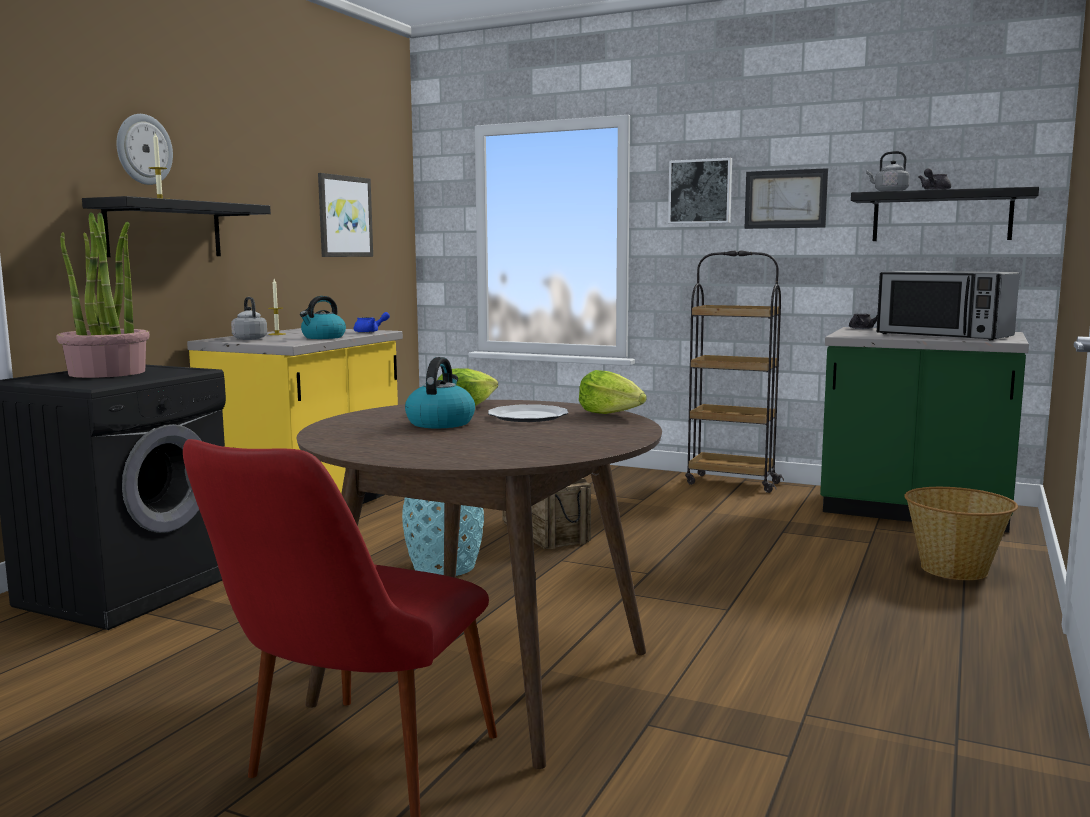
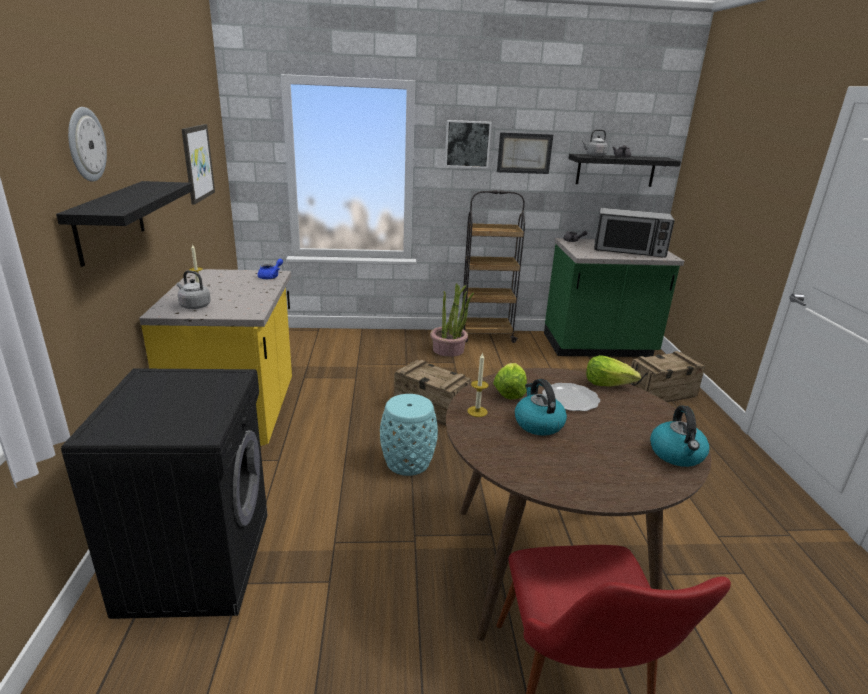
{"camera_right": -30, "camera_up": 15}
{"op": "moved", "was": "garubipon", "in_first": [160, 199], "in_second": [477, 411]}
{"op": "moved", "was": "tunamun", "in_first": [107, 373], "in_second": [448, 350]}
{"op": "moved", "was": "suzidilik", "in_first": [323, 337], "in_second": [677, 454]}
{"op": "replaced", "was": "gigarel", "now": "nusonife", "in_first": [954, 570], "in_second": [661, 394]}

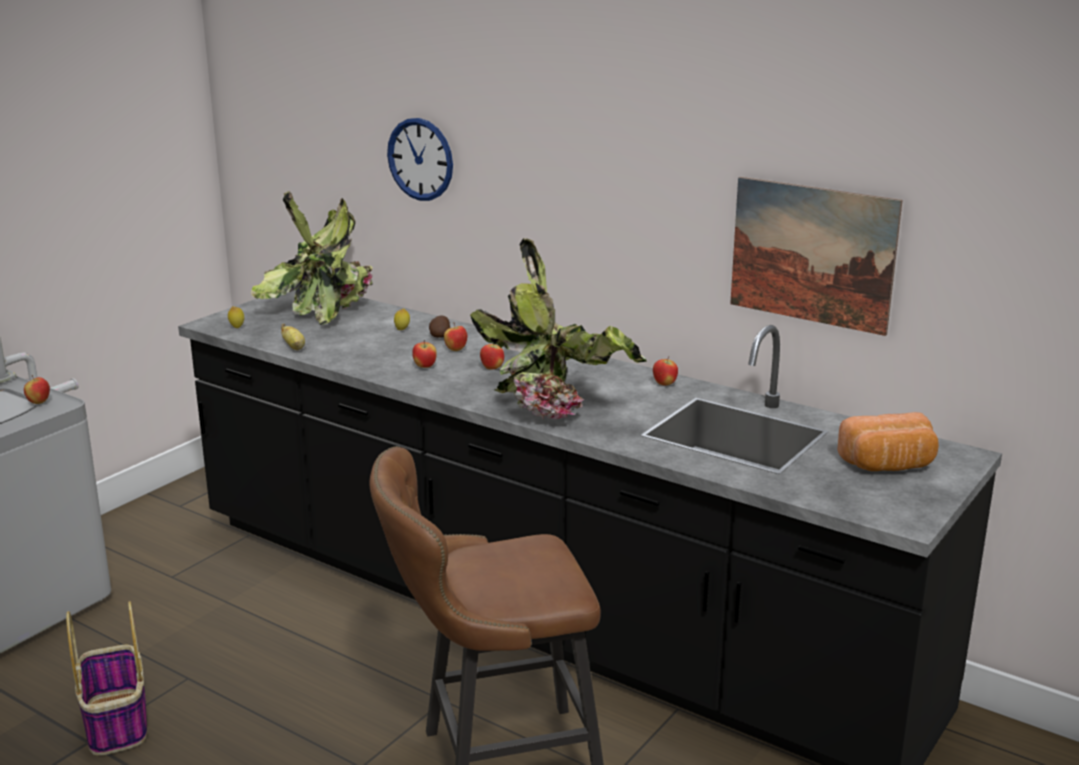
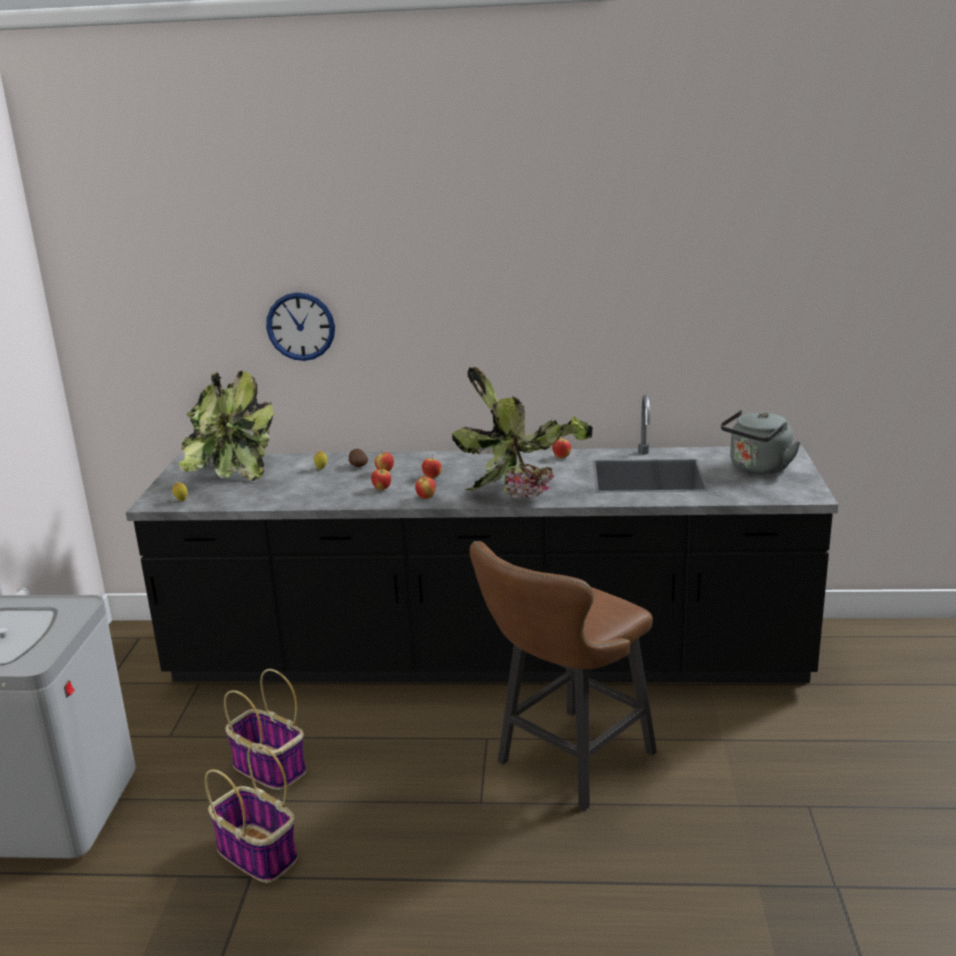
{"camera_right": -30, "camera_up": 0}
{"op": "removed", "was": "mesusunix", "in_first": [812, 254]}
{"op": "removed", "was": "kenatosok", "in_first": [294, 347]}
{"op": "moved", "was": "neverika", "in_first": [39, 402], "in_second": [426, 497]}
{"op": "replaced", "was": "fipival", "now": "grey_suzidilik", "in_first": [888, 465], "in_second": [757, 468]}
{"op": "added", "now": "gigarel", "in_second": [268, 768]}

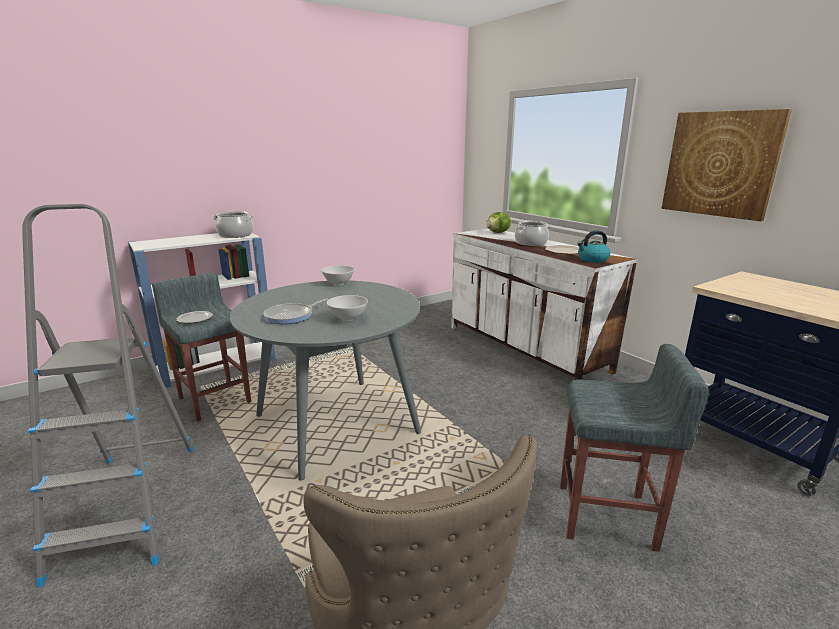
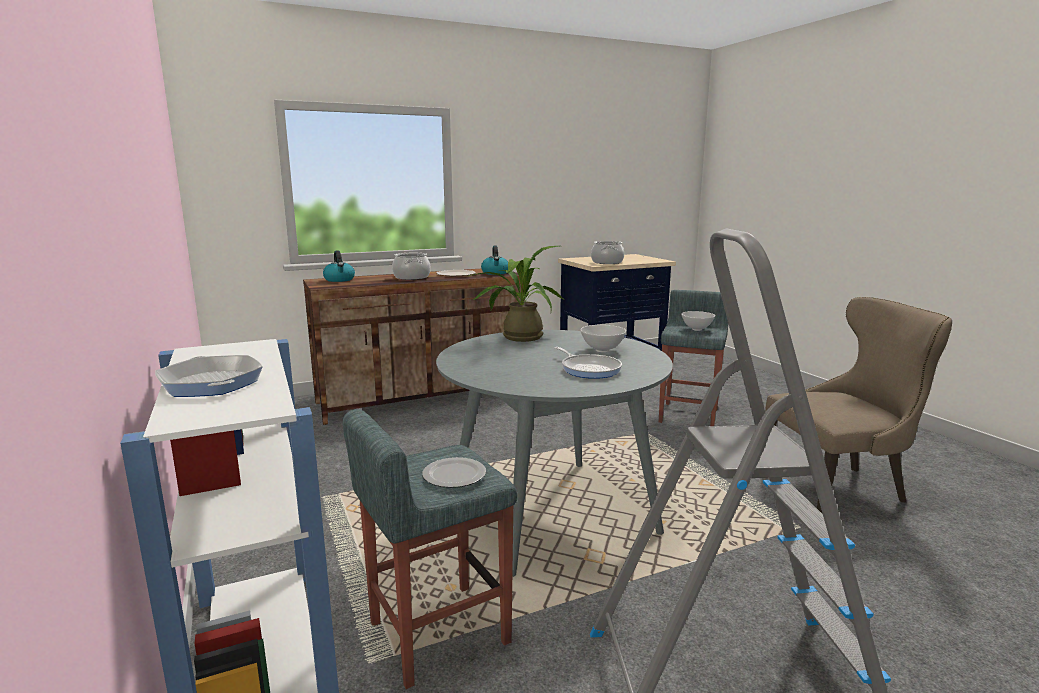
{"camera_right": -80, "camera_up": -5}
{"op": "removed", "was": "mesusunix", "in_first": [720, 164]}
{"op": "moved", "was": "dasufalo", "in_first": [236, 235], "in_second": [607, 262]}
{"op": "replaced", "was": "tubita", "now": "suzidilik", "in_first": [498, 233], "in_second": [339, 280]}
{"op": "recoloured", "was": "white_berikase", "now": "brown_berikase", "in_first": [524, 349], "in_second": [422, 398]}
{"op": "moved", "was": "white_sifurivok", "in_first": [338, 284], "in_second": [697, 329]}
{"op": "added", "now": "tunamun", "in_second": [517, 337]}
{"op": "added", "now": "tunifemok", "in_second": [211, 383]}

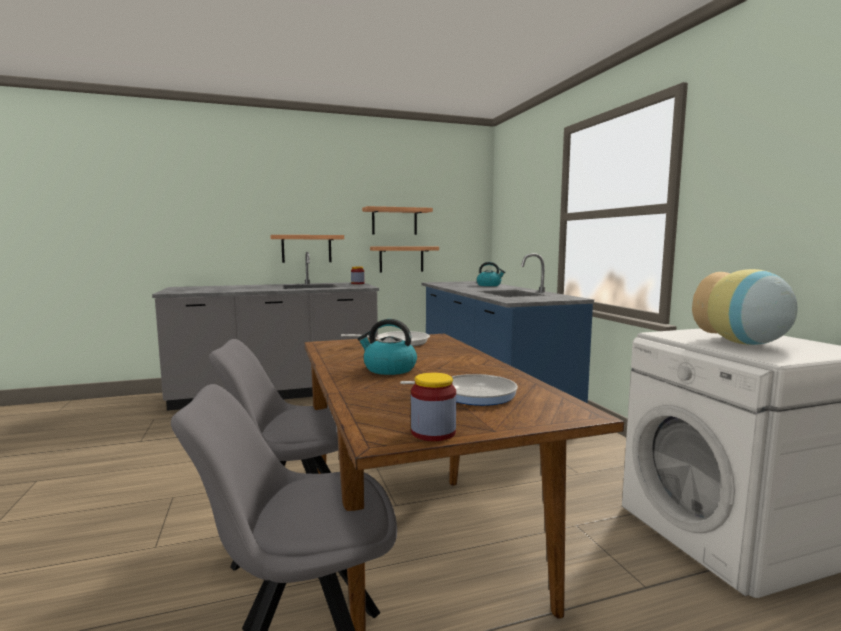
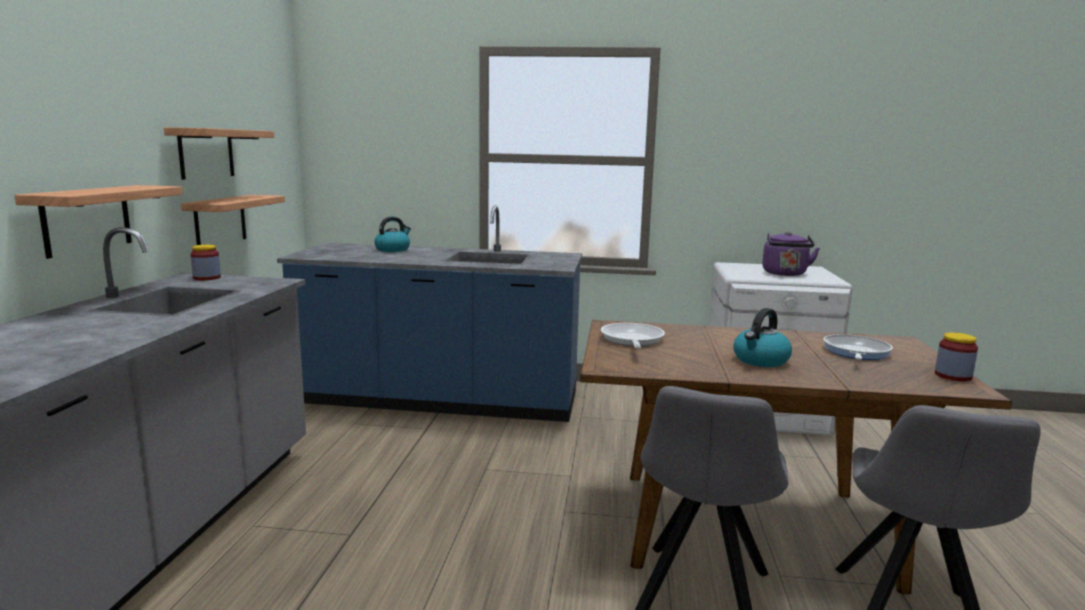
{"camera_right": -65, "camera_up": 5}
{"op": "replaced", "was": "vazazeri", "now": "purple_suzidilik", "in_first": [744, 343], "in_second": [785, 274]}

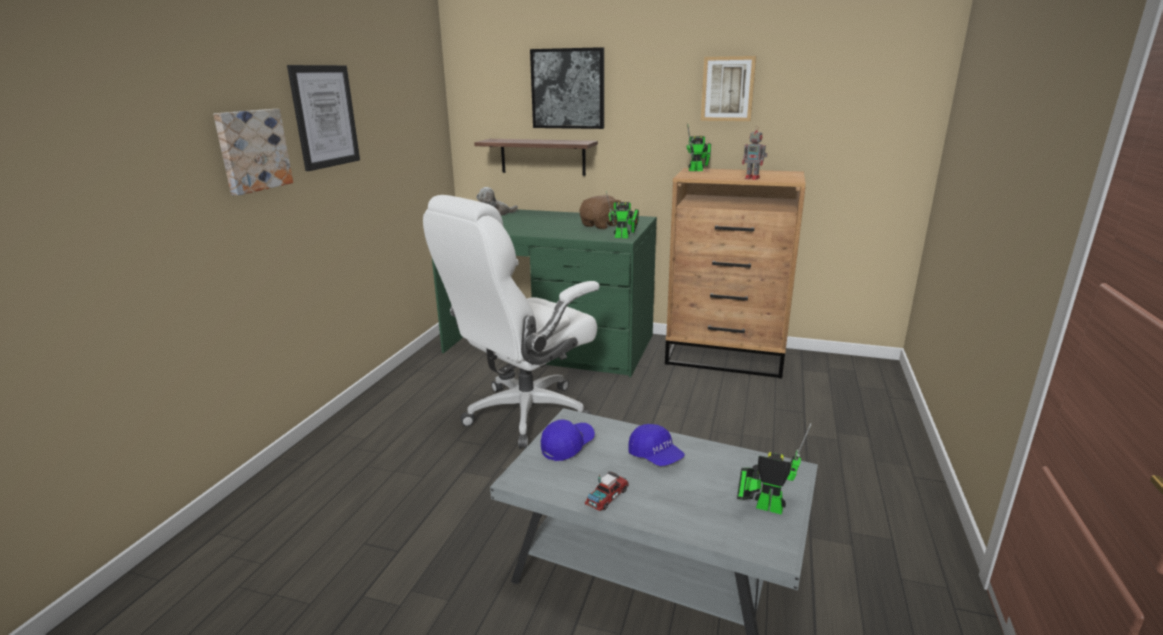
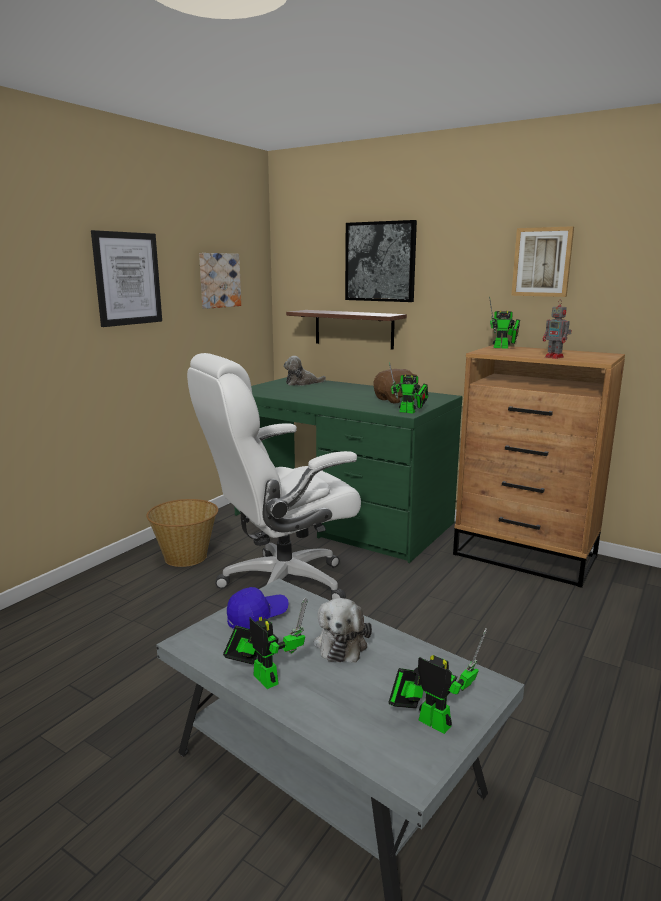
{"camera_right": 15, "camera_up": -5}
{"op": "moved", "was": "mesusunix", "in_first": [252, 150], "in_second": [218, 280]}
{"op": "replaced", "was": "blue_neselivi", "now": "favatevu", "in_first": [655, 456], "in_second": [341, 643]}
{"op": "replaced", "was": "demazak", "now": "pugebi", "in_first": [607, 497], "in_second": [263, 677]}
{"op": "added", "now": "gigarel", "in_second": [186, 556]}

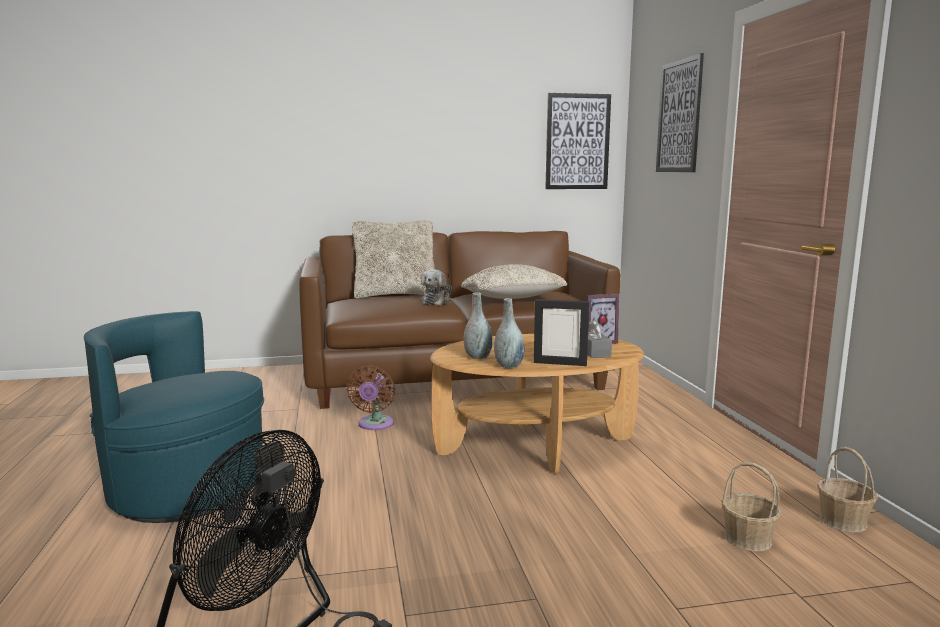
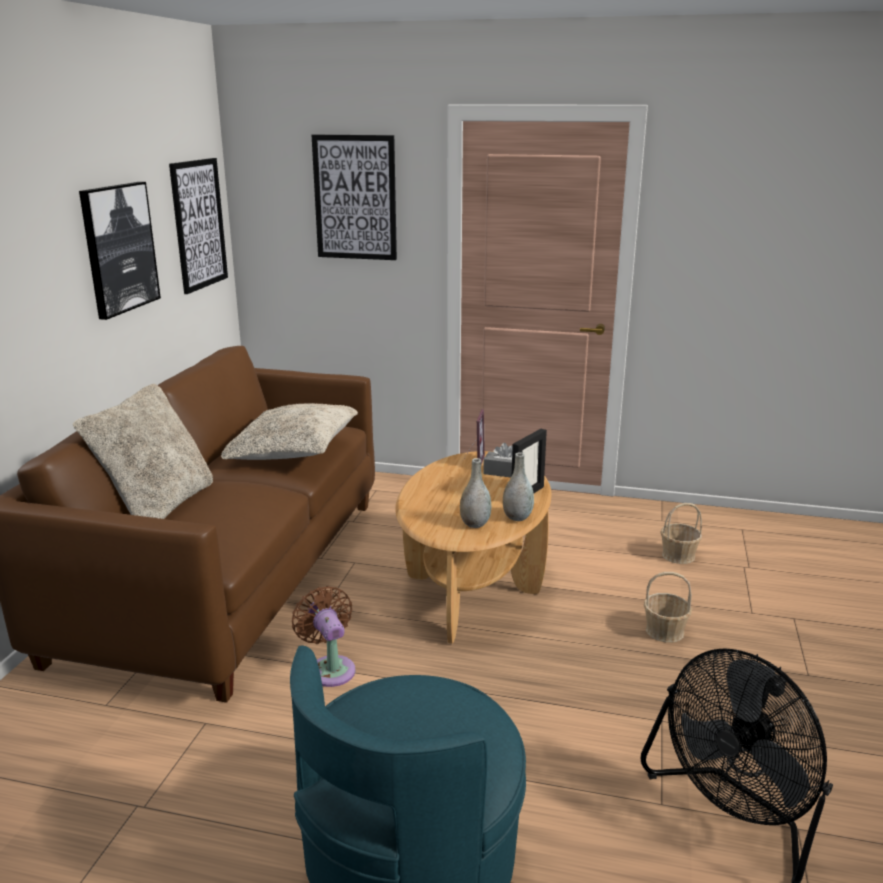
{"camera_right": -65, "camera_up": 10}
{"op": "removed", "was": "favatevu", "in_first": [436, 301]}
{"op": "turned", "was": "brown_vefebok", "in_first": [374, 425], "in_second": [330, 668], "clockwise": -150}
{"op": "moved", "was": "gigarel", "in_first": [843, 521], "in_second": [665, 631]}
{"op": "added", "now": "mesusunix", "in_second": [119, 248]}

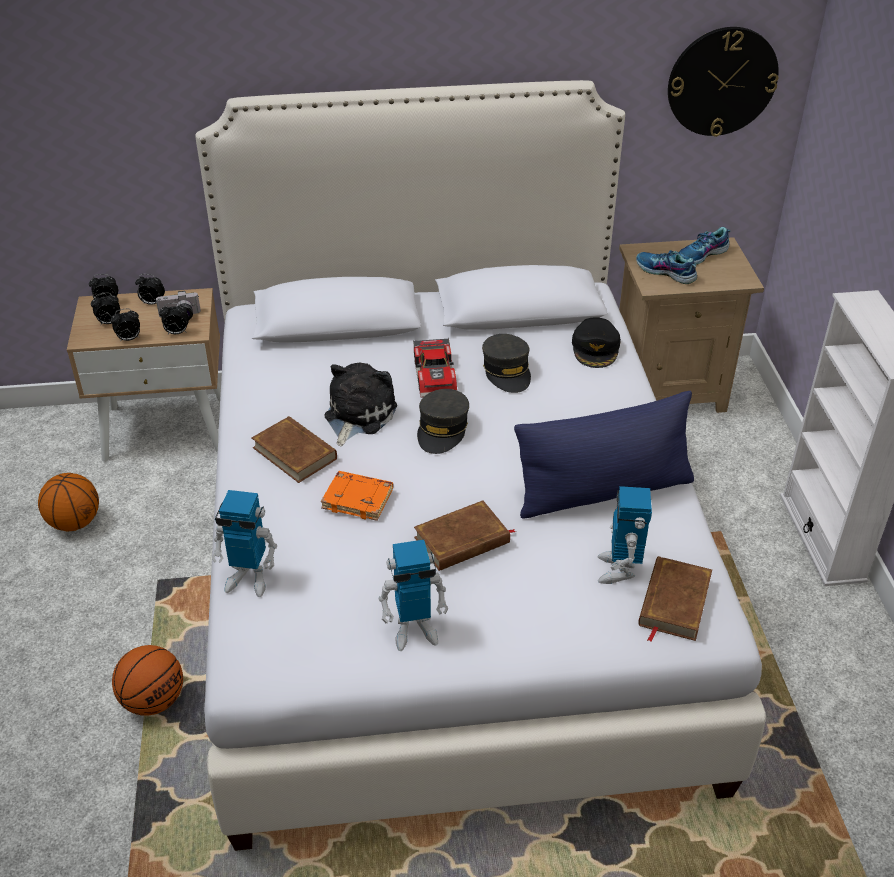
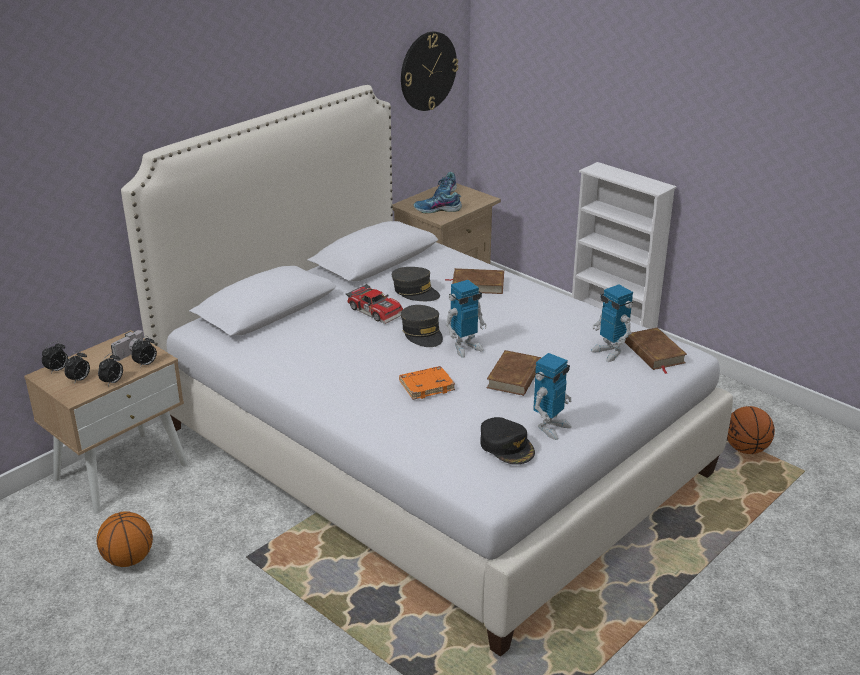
{"camera_right": -40, "camera_up": -10}
{"op": "removed", "was": "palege", "in_first": [152, 303]}
{"op": "moved", "was": "black_neselivi", "in_first": [596, 348], "in_second": [507, 446]}
{"op": "removed", "was": "favatevu", "in_first": [357, 415]}
{"op": "removed", "was": "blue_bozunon", "in_first": [603, 491]}
{"op": "moved", "was": "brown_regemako", "in_first": [295, 453], "in_second": [477, 284]}
{"op": "moved", "was": "pugebi", "in_first": [249, 579], "in_second": [465, 348]}
{"op": "moved", "was": "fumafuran", "in_first": [153, 700], "in_second": [745, 449]}

